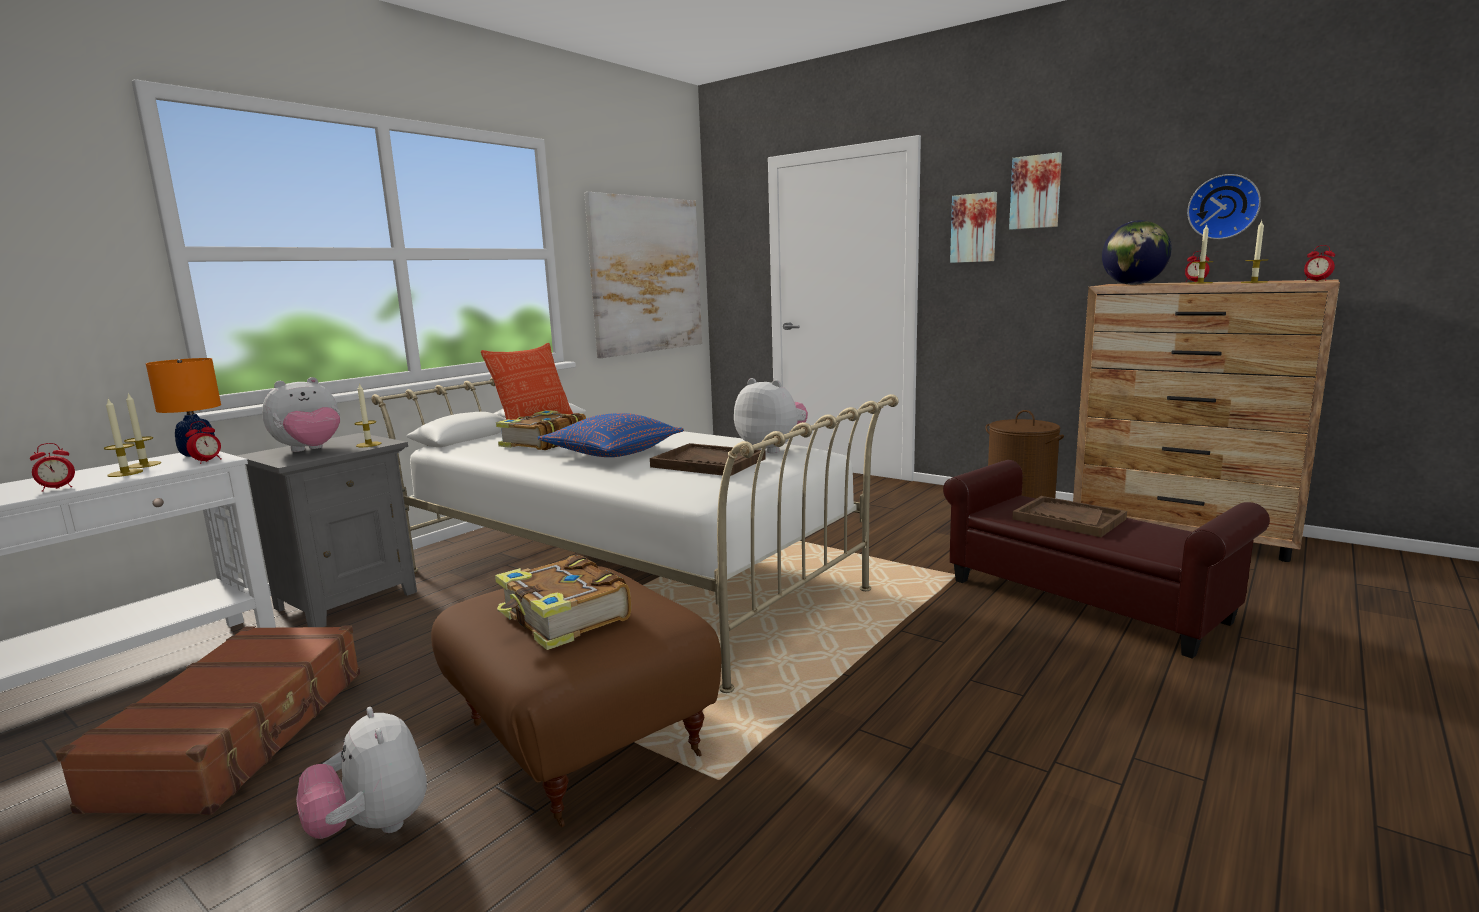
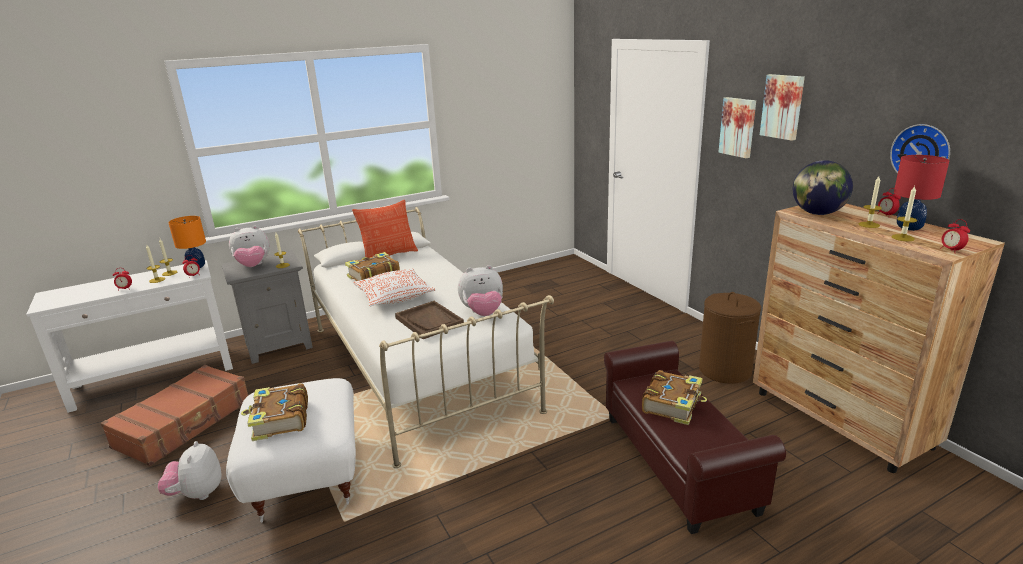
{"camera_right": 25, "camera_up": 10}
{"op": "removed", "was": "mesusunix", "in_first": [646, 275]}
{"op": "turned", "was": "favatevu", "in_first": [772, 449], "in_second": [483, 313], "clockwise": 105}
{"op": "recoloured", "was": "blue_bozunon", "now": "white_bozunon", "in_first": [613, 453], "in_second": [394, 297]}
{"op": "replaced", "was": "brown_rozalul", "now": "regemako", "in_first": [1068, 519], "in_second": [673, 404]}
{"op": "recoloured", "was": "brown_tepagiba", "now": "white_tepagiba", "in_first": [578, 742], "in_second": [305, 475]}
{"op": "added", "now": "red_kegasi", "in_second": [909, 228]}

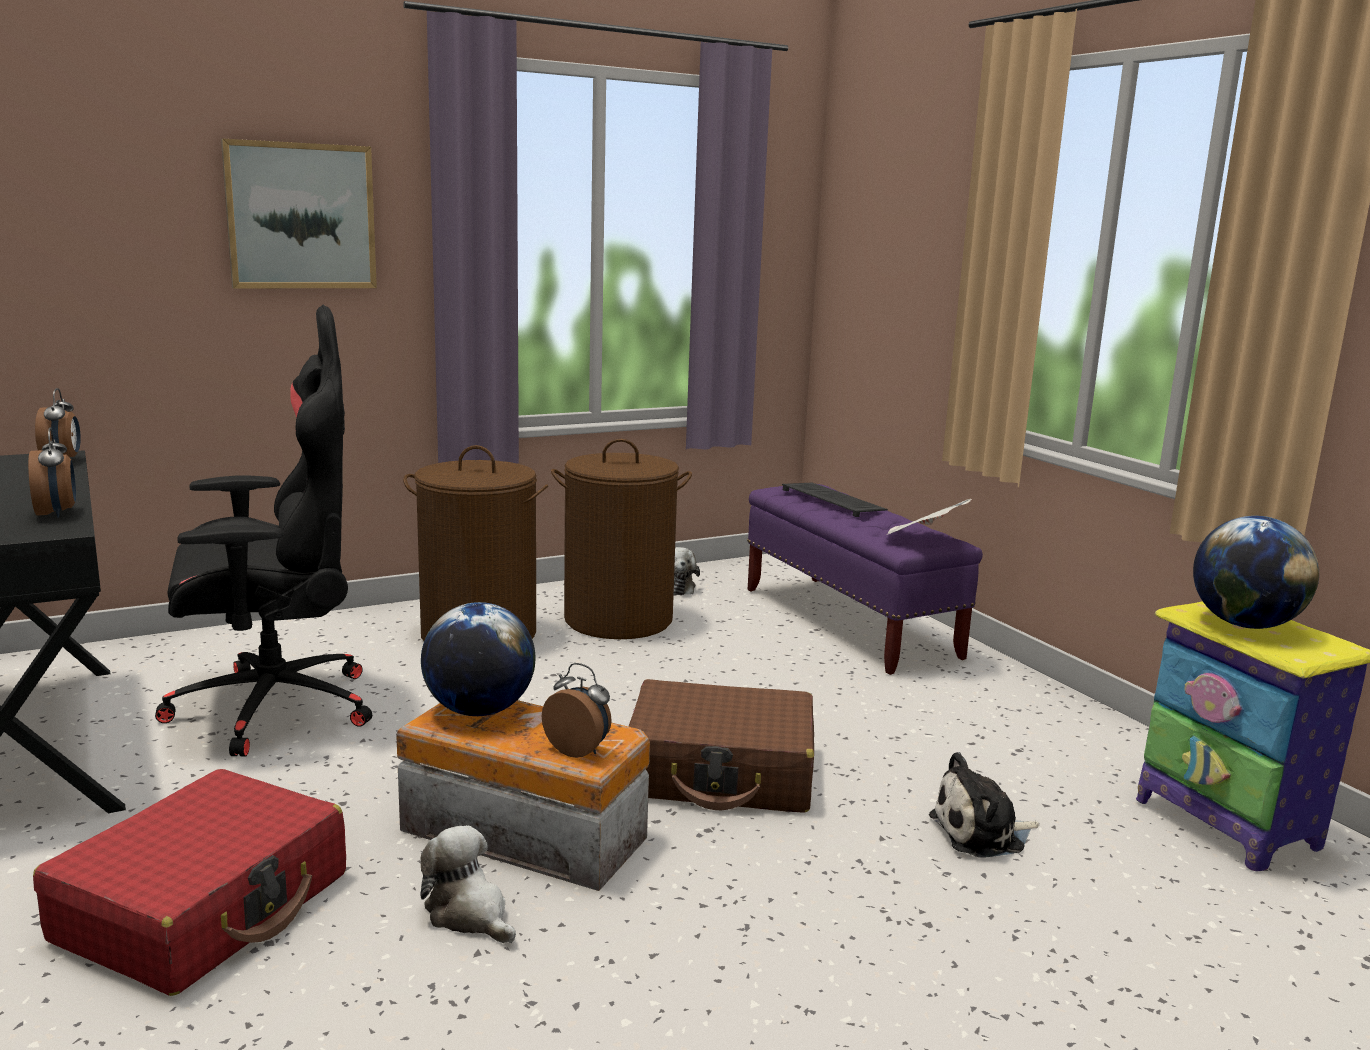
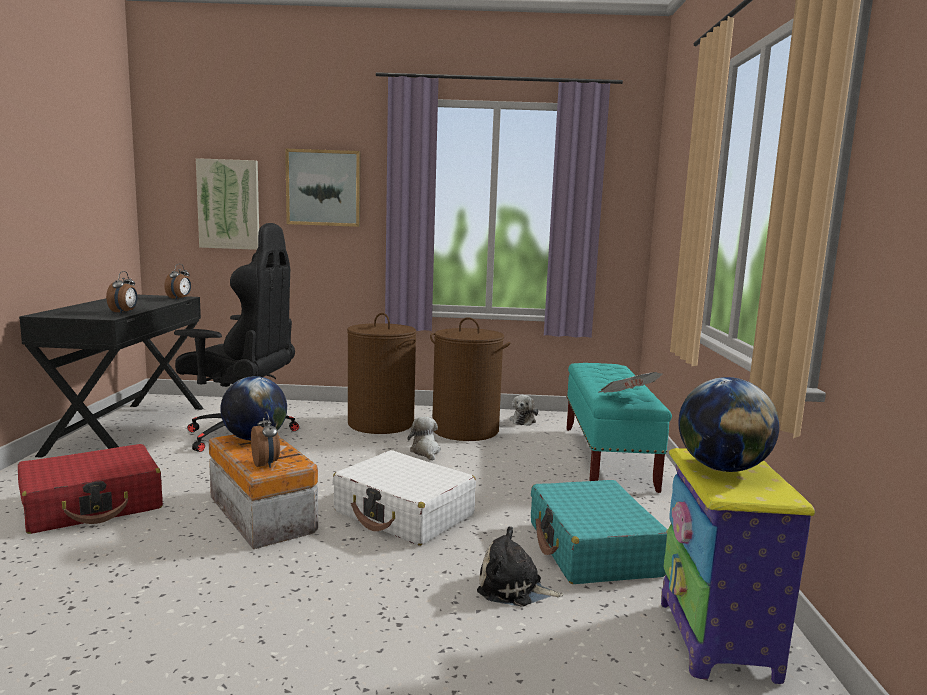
{"camera_right": 30, "camera_up": -5}
{"op": "removed", "was": "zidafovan", "in_first": [834, 501]}
{"op": "recoloured", "was": "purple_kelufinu", "now": "turquoise_kelufinu", "in_first": [849, 623], "in_second": [607, 458]}
{"op": "recoloured", "was": "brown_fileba", "now": "white_fileba", "in_first": [721, 772], "in_second": [404, 514]}
{"op": "moved", "was": "favatevu", "in_first": [469, 914], "in_second": [425, 452]}
{"op": "added", "now": "mesusunix", "in_second": [229, 204]}
{"op": "added", "now": "turquoise_fileba", "in_second": [592, 549]}

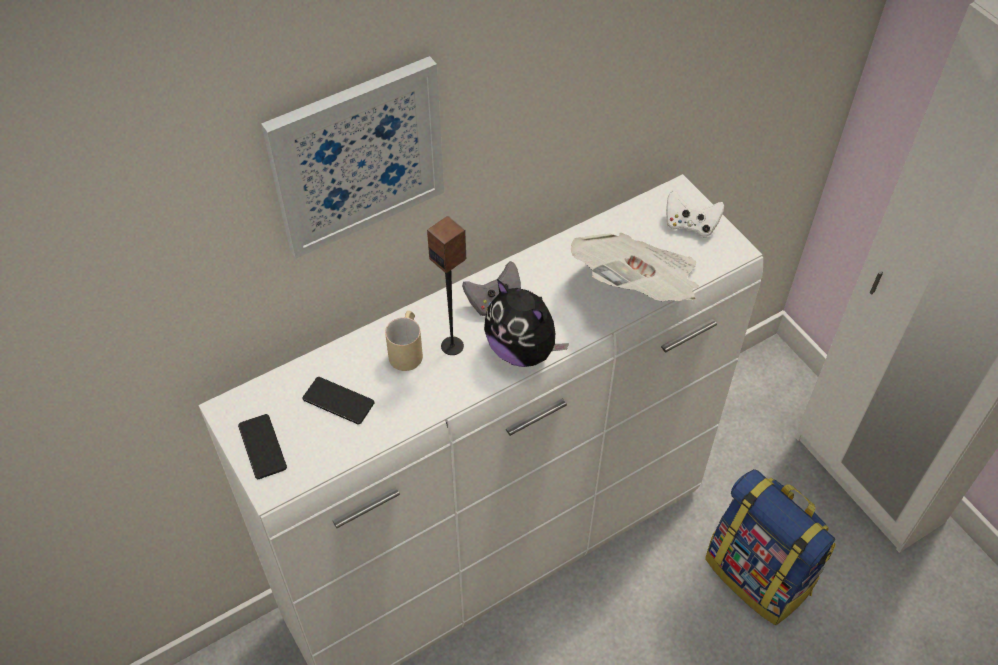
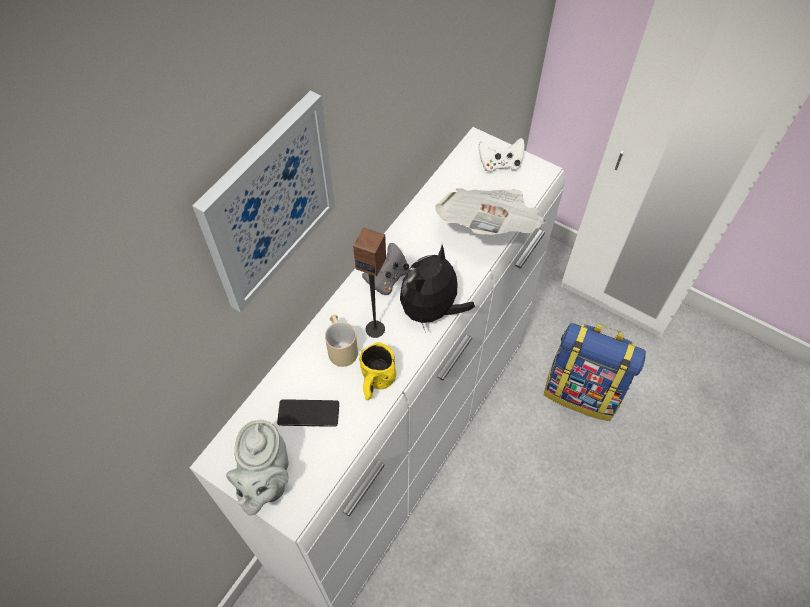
{"camera_right": -25, "camera_up": 5}
{"op": "turned", "was": "favatevu", "in_first": [523, 350], "in_second": [431, 310], "clockwise": 105}
{"op": "replaced", "was": "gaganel", "now": "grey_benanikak", "in_first": [262, 447], "in_second": [266, 480]}
{"op": "added", "now": "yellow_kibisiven", "in_second": [376, 384]}

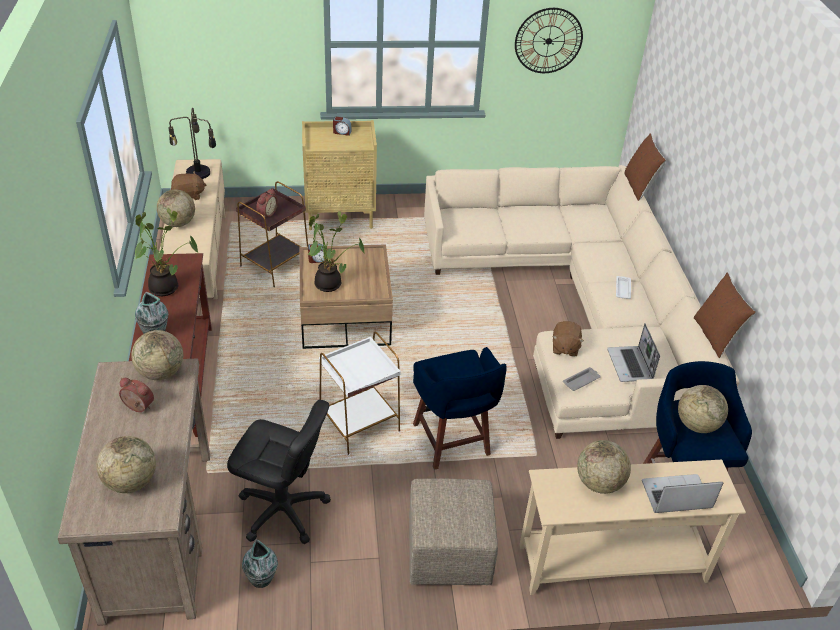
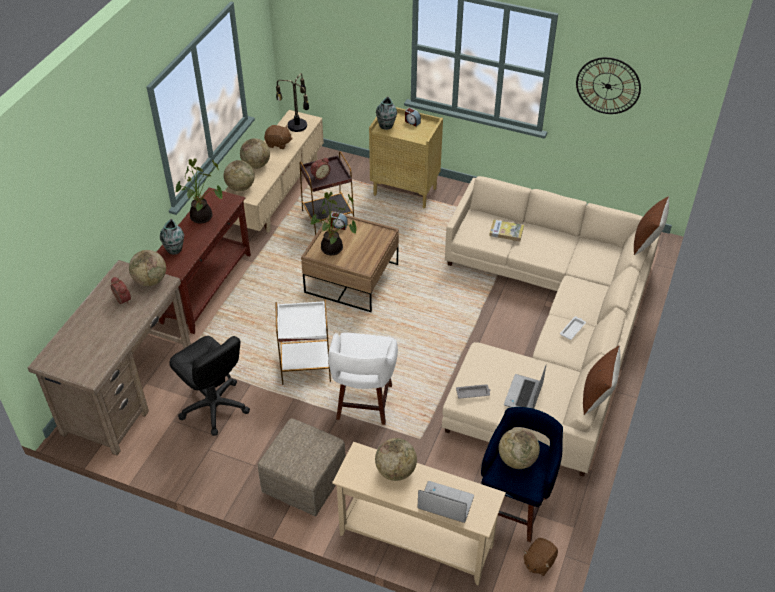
{"camera_right": 30, "camera_up": 5}
{"op": "moved", "was": "brown_favatevu", "in_first": [564, 348], "in_second": [538, 562]}
{"op": "recoloured", "was": "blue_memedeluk", "now": "white_memedeluk", "in_first": [452, 442], "in_second": [363, 404]}
{"op": "moved", "was": "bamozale", "in_first": [131, 482], "in_second": [240, 187]}
{"op": "moved", "was": "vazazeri", "in_first": [261, 579], "in_second": [386, 126]}
{"op": "added", "now": "regemako", "in_second": [506, 232]}

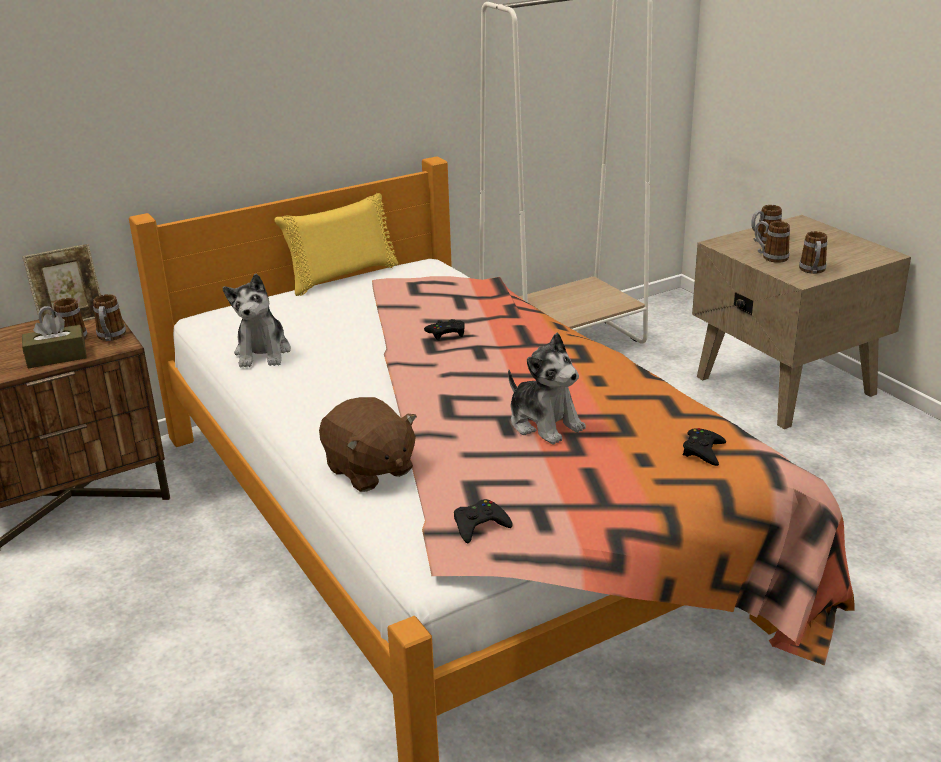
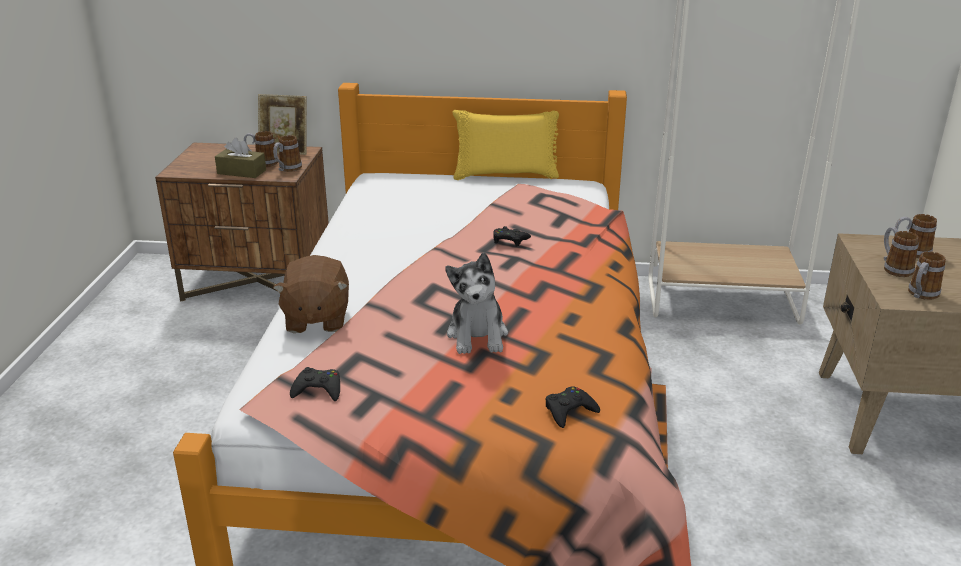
{"camera_right": 35, "camera_up": 0}
{"op": "removed", "was": "favatevu", "in_first": [263, 352]}

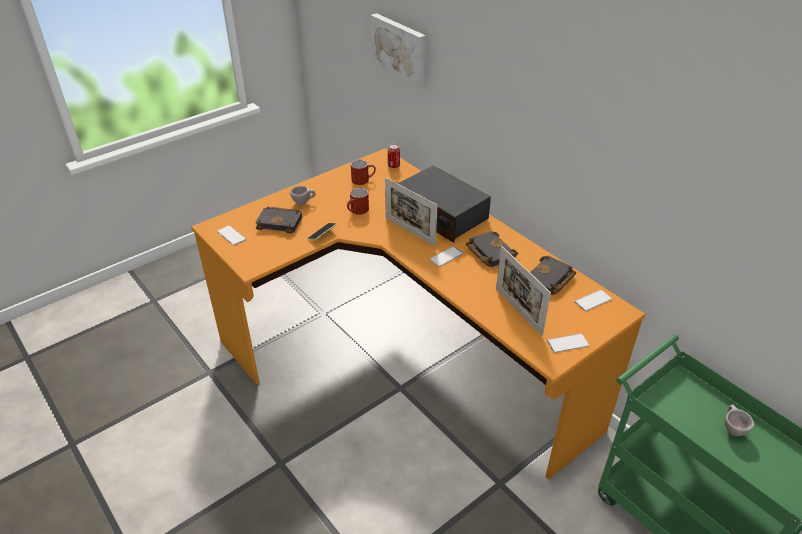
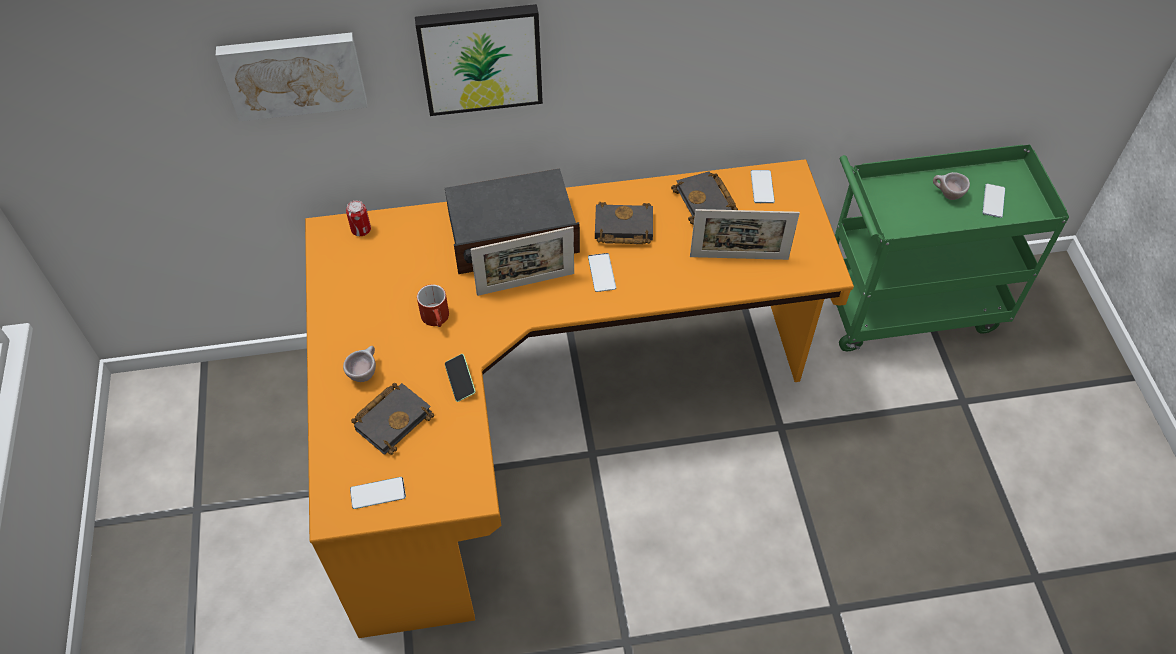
{"camera_right": -60, "camera_up": 15}
{"op": "removed", "was": "red_kibisiven", "in_first": [363, 179]}
{"op": "moved", "was": "gaganel", "in_first": [567, 343], "in_second": [993, 201]}
{"op": "added", "now": "mesusunix", "in_second": [480, 57]}

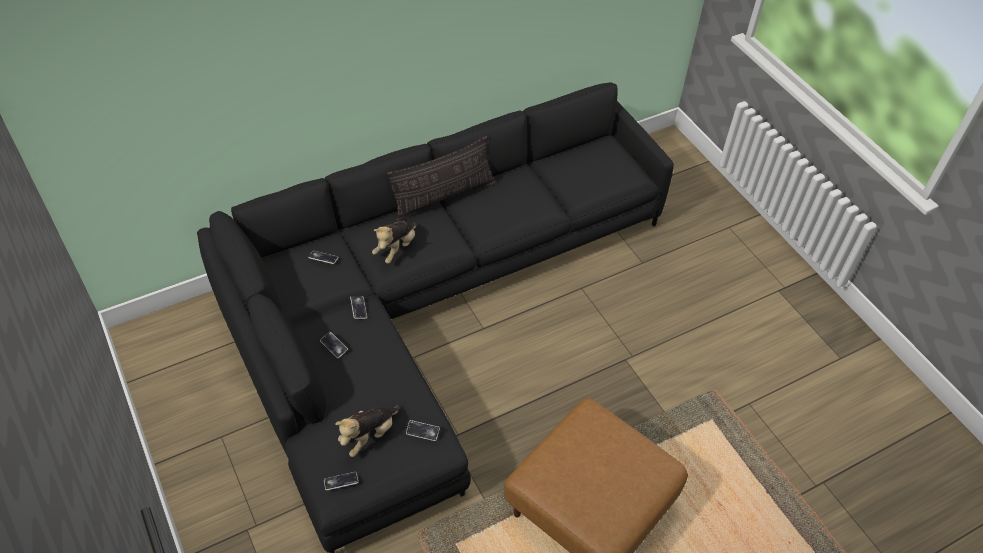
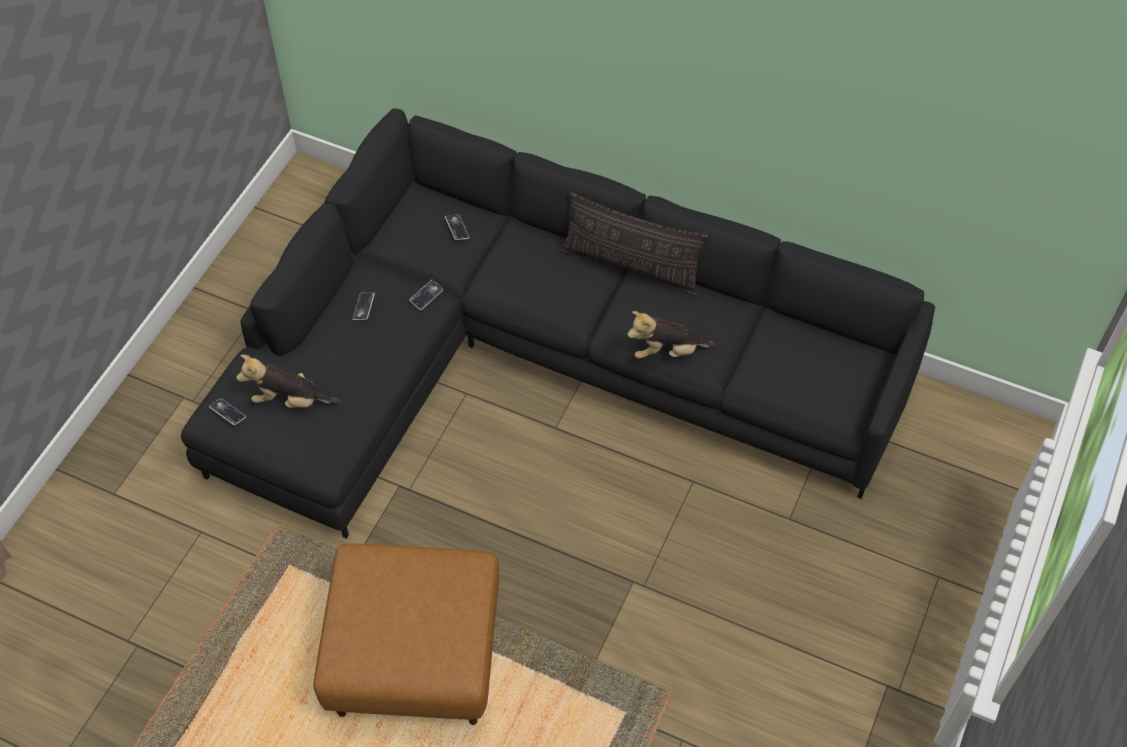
{"camera_right": 55, "camera_up": 5}
{"op": "moved", "was": "favatevu", "in_first": [396, 248], "in_second": [667, 351]}
{"op": "removed", "was": "gaganel", "in_first": [422, 431]}

